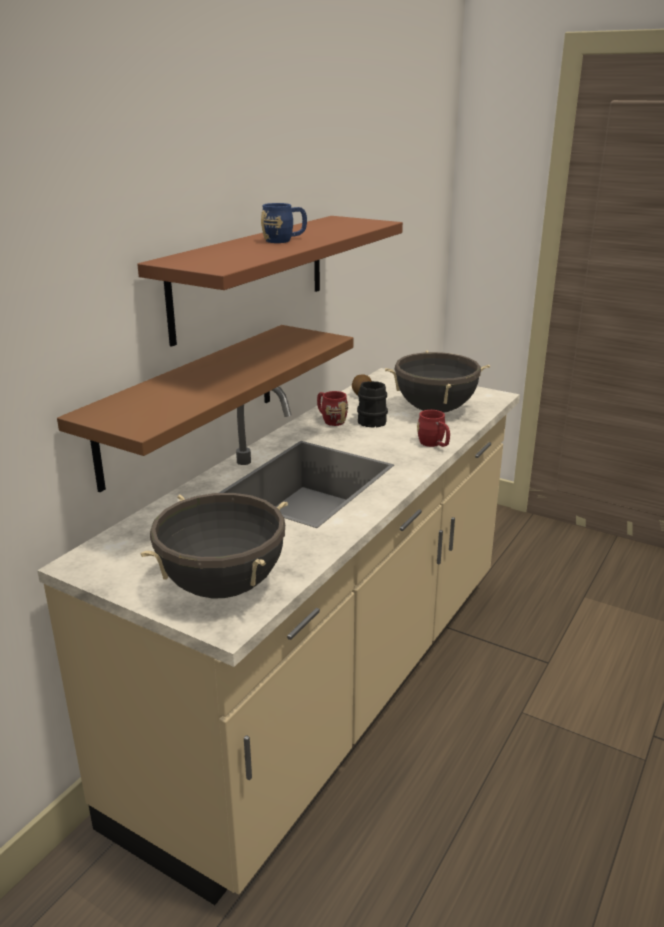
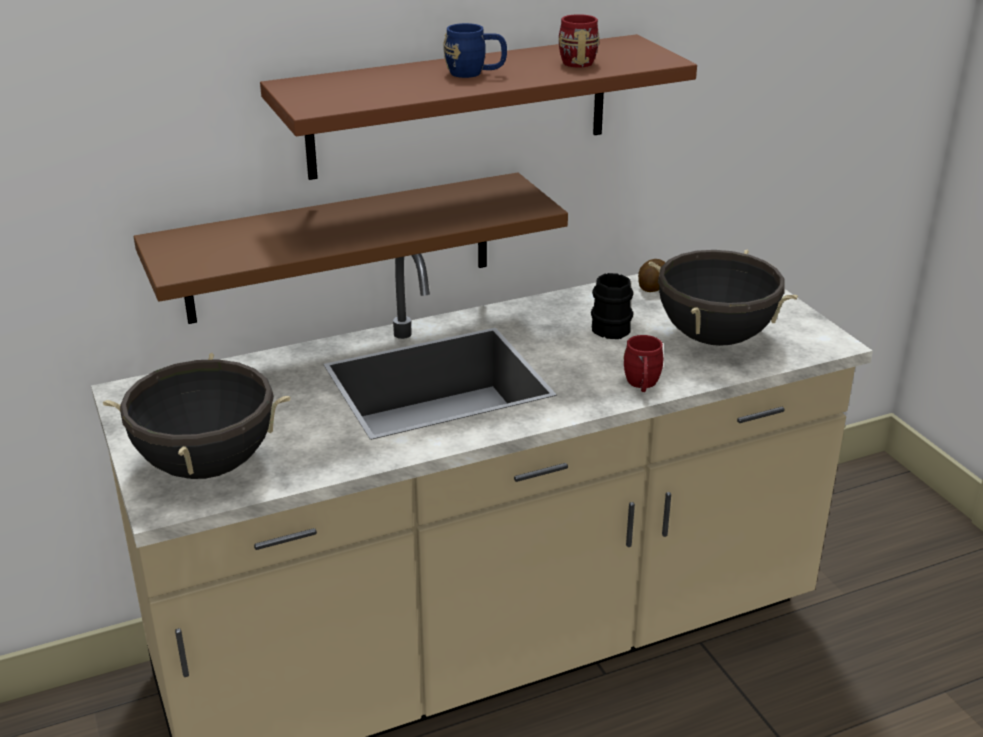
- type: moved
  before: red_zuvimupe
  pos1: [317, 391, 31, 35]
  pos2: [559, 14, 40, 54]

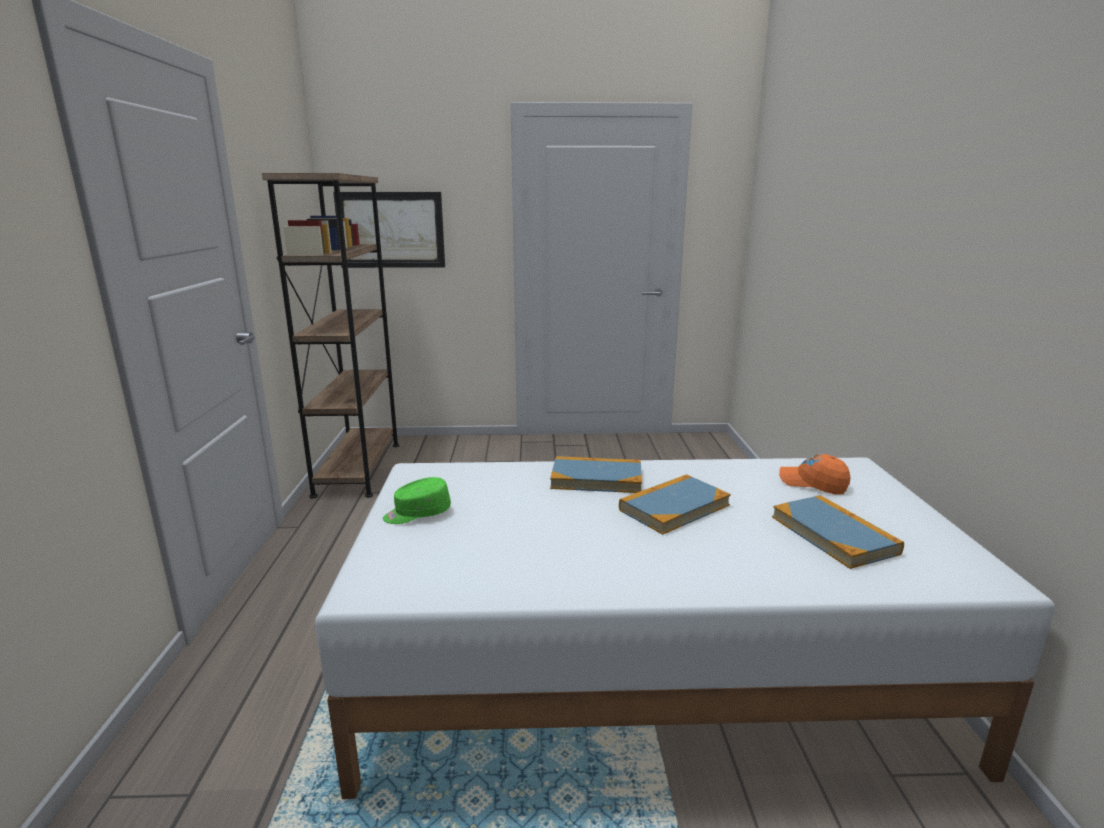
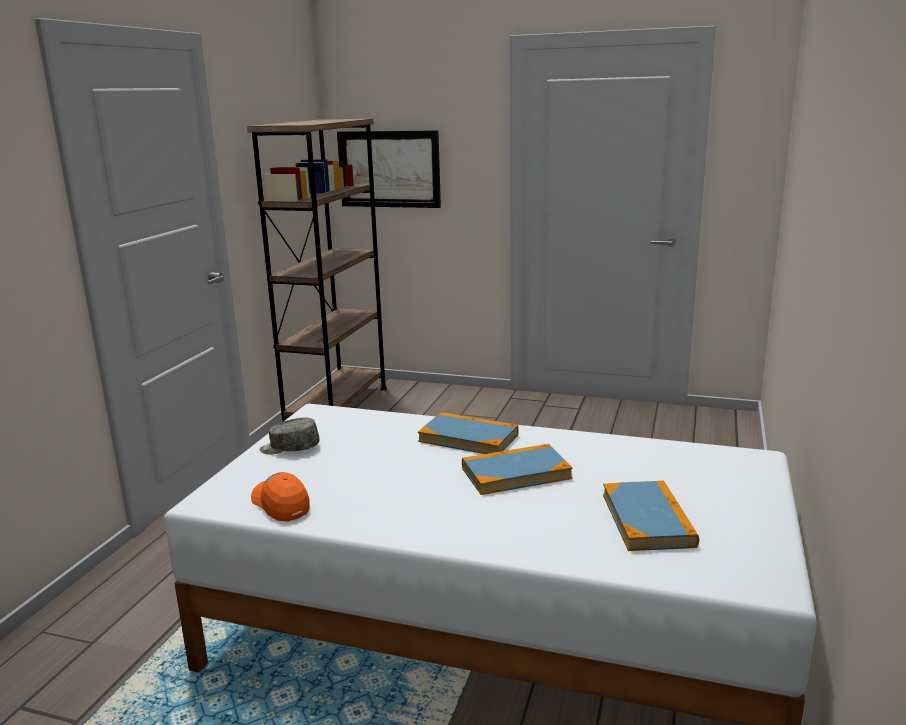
- type: moved
  before: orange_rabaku
  pos1: [779, 454, 72, 41]
  pos2: [251, 472, 58, 50]
- type: recoloured
  before: green_rabaku
  after: grey_rabaku
  pos1: [383, 477, 68, 47]
  pos2: [260, 418, 60, 37]

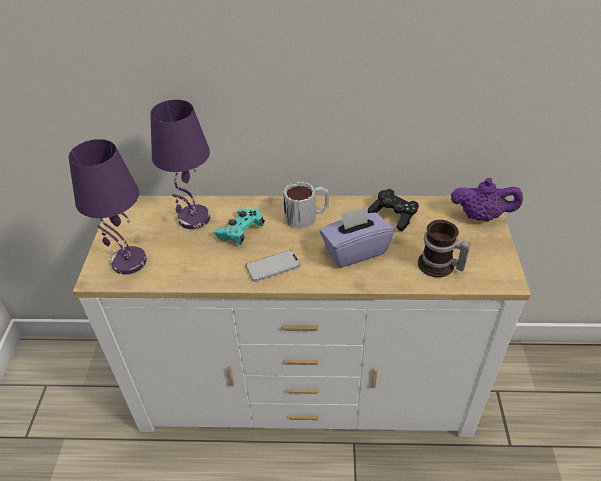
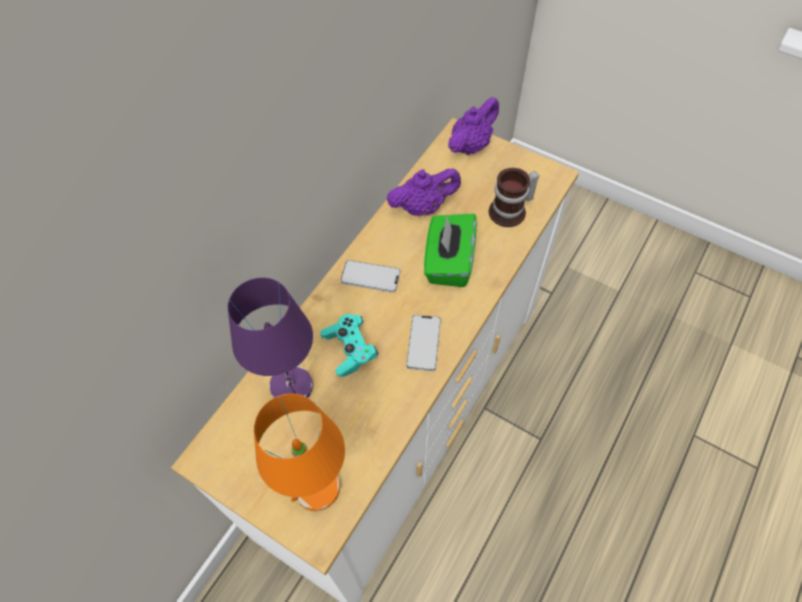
- type: recoloured
  before: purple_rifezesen
  after: orange_rifezesen
  pos1: [68, 139, 79, 135]
  pos2: [254, 394, 91, 117]
- type: replaced
  before: zuvimupe
  after: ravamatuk
  pos1: [283, 181, 45, 48]
  pos2: [340, 260, 60, 32]
- type: replaced
  before: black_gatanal
  after: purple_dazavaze
  pos1: [368, 189, 51, 43]
  pos2: [387, 168, 74, 48]
- type: recoloured
  before: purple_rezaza
  after: green_rezaza
  pos1: [320, 206, 74, 62]
  pos2: [424, 214, 53, 73]

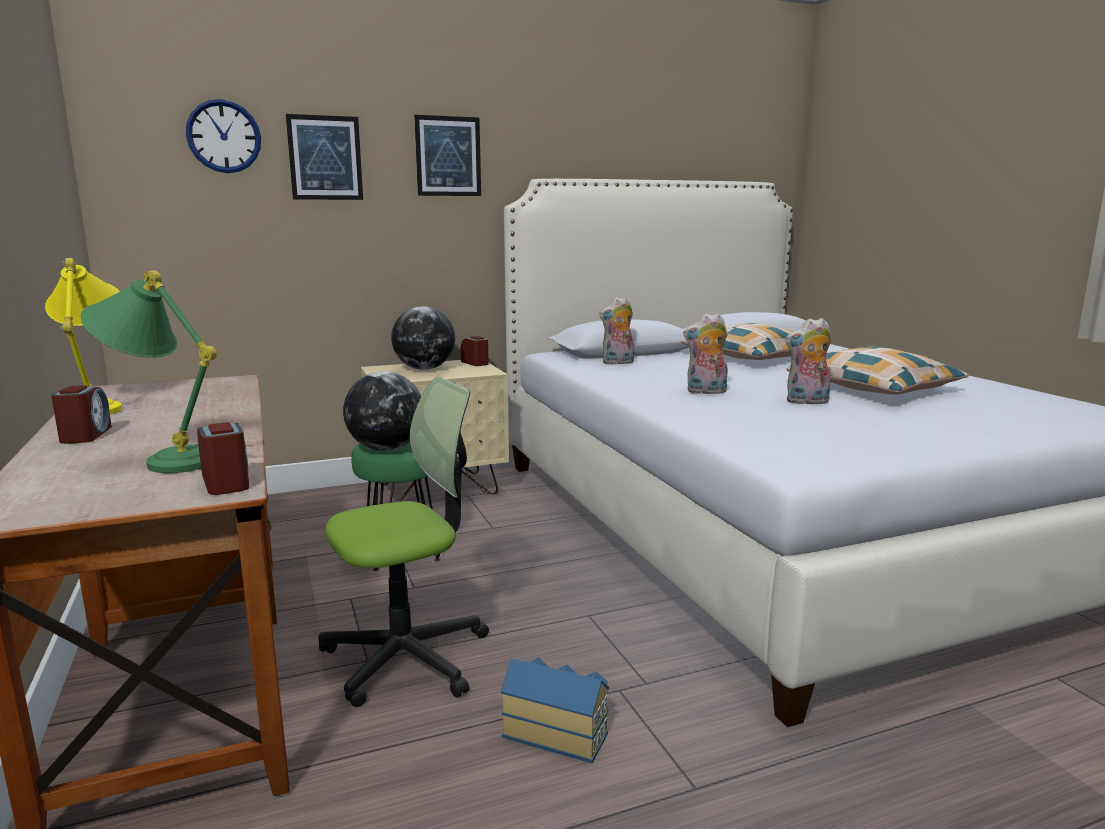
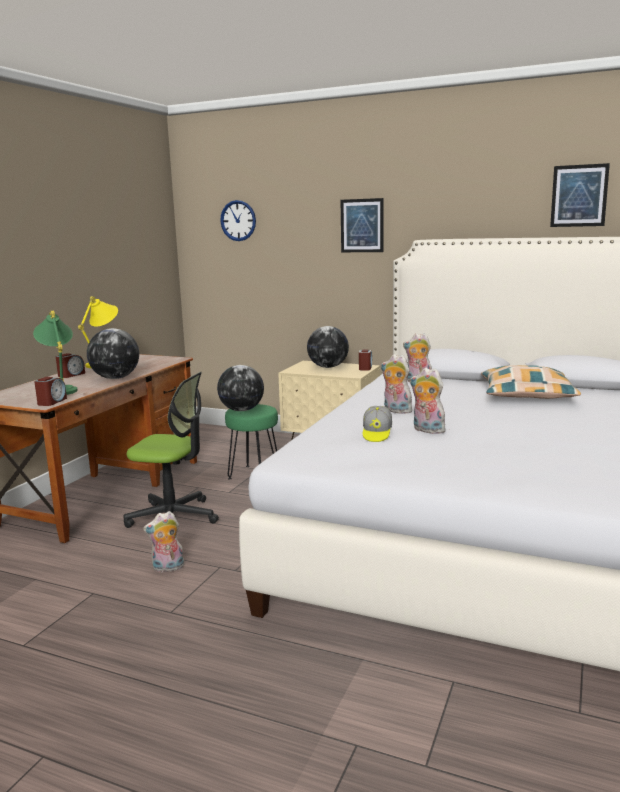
- type: moved
  before: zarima
  pos1: [286, 114, 77, 86]
  pos2: [550, 163, 60, 64]
- type: removed
  before: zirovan
  pos1: [786, 347, 183, 48]
- type: replaced
  before: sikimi
  after: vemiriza
  pos1: [501, 657, 108, 106]
  pos2: [143, 511, 41, 62]
- type: added
  after: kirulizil
  pos2: [87, 328, 52, 51]
- type: added
  after: rabaku
  pos2: [363, 406, 29, 36]

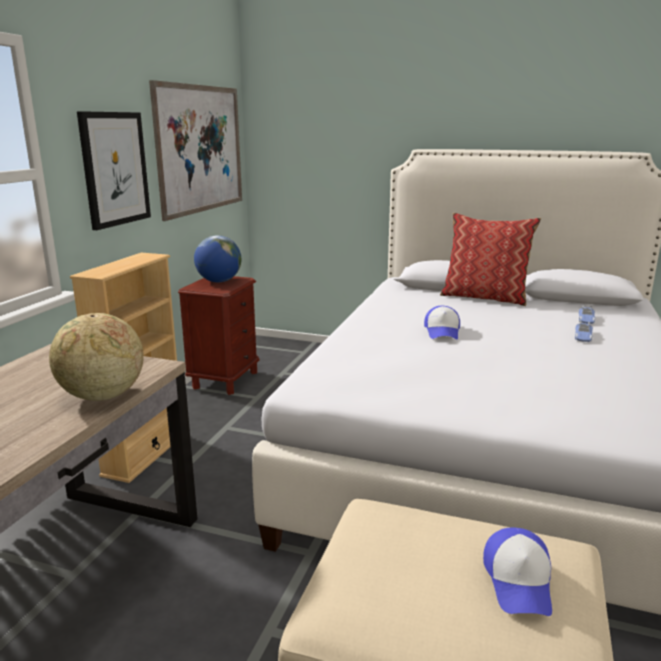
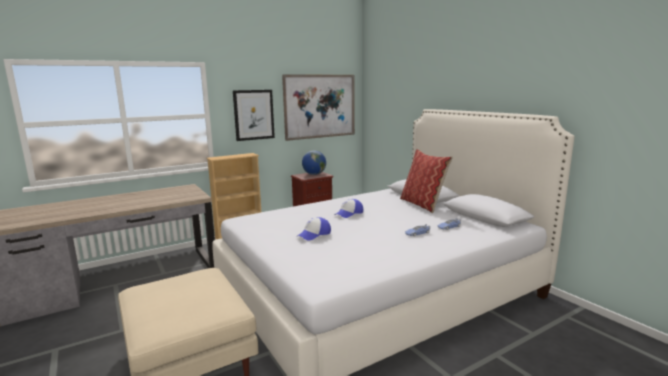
- type: removed
  before: kirulizil
  pos1: [49, 313, 95, 88]
- type: moved
  before: rabaku
  pos1: [483, 527, 69, 89]
  pos2: [297, 217, 34, 24]

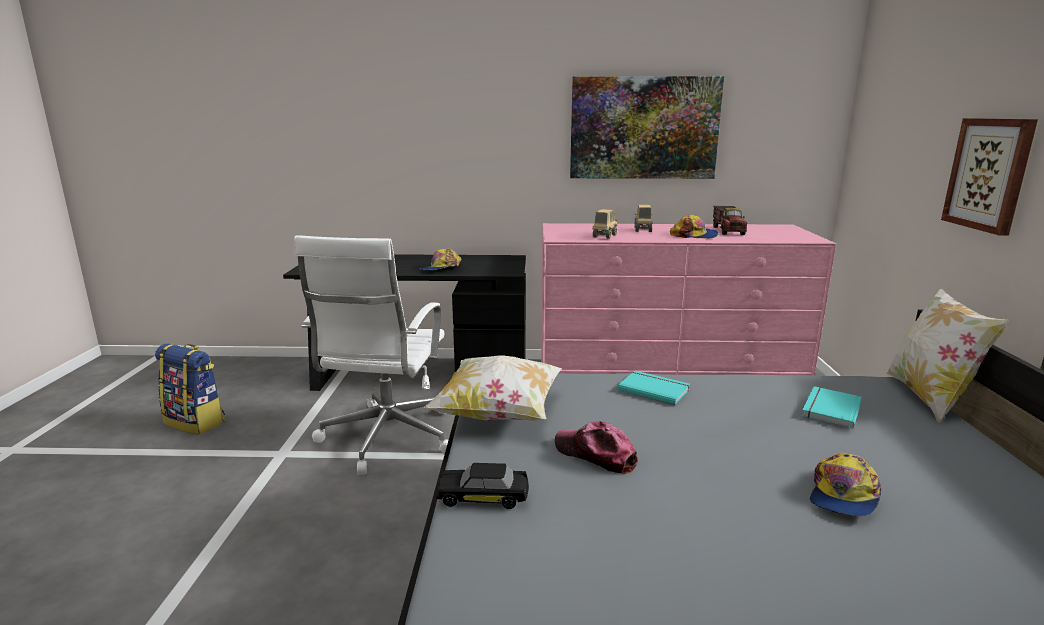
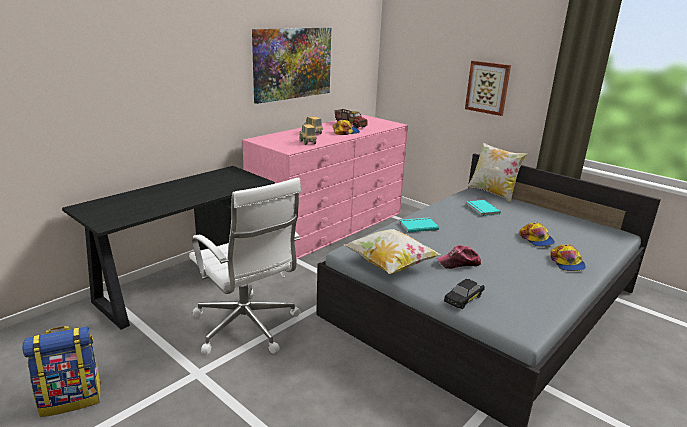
- type: moved
  before: rabaku
  pos1: [420, 249, 41, 21]
  pos2: [550, 244, 36, 27]

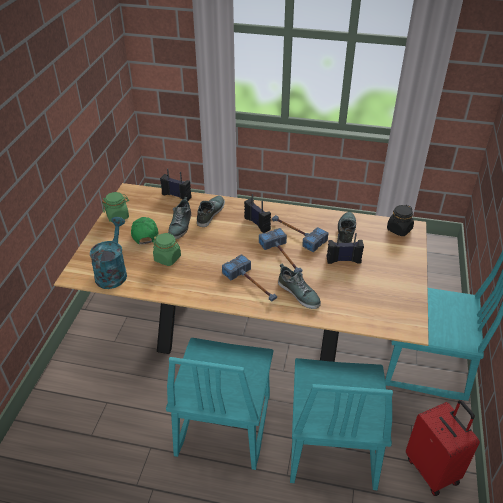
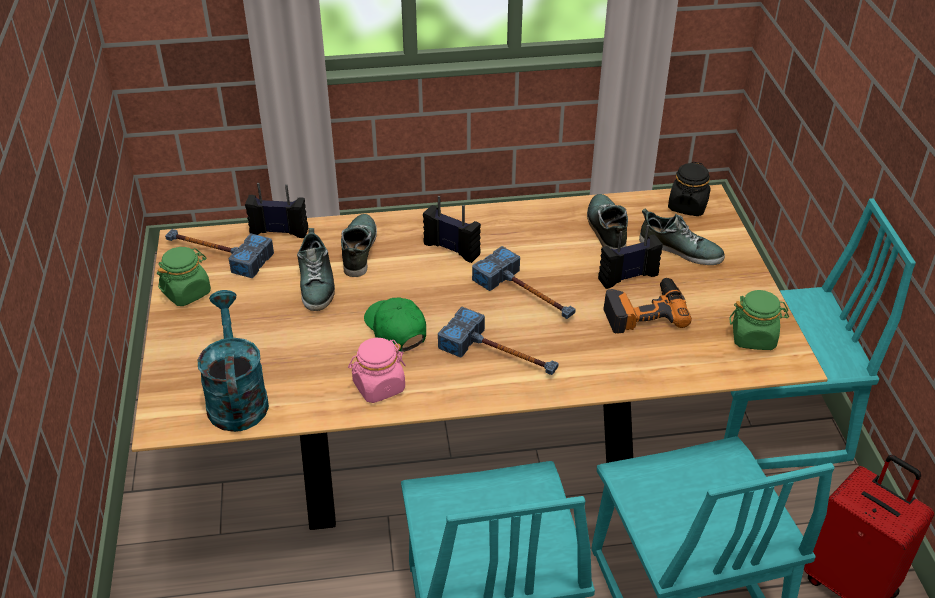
- type: moved
  before: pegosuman
  pos1: [272, 215, 56, 37]
  pos2: [165, 229, 109, 49]
- type: moved
  before: green_rabaku
  pos1: [131, 217, 28, 27]
  pos2: [364, 297, 62, 55]
- type: moved
  before: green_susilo
  pos1: [153, 233, 28, 33]
  pos2: [729, 290, 60, 60]
- type: moved
  before: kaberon
  pos1: [278, 264, 43, 45]
  pos2: [639, 208, 86, 57]
- type: added
  after: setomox
  pos2: [603, 278, 89, 55]
- type: added
  after: pink_susilo
  pos2: [348, 338, 58, 65]

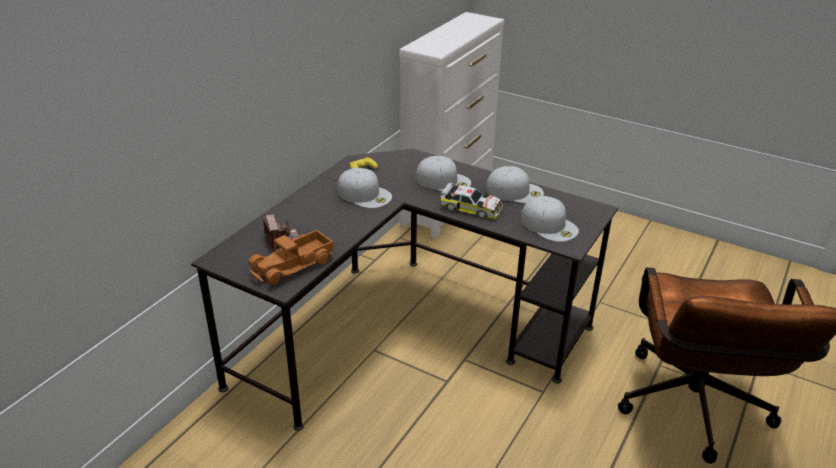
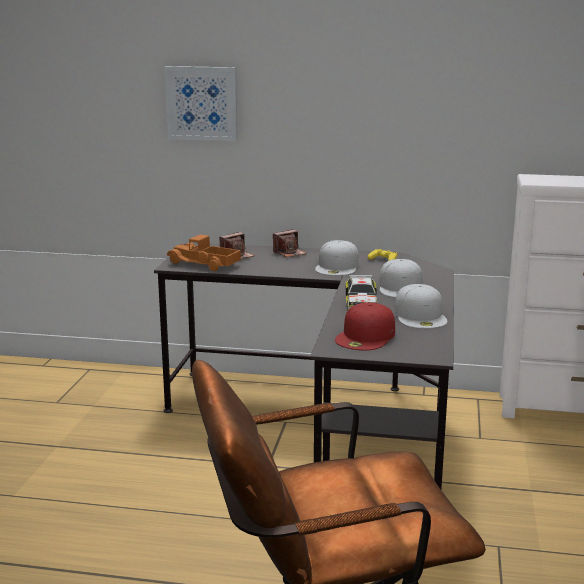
- type: recoloured
  before: white_rabaku
  after: red_rabaku
  pos1: [521, 196, 58, 46]
  pos2: [335, 302, 60, 49]
- type: added
  after: zarima
  pos2: [164, 66, 74, 75]
- type: added
  after: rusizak
  pos2: [273, 229, 34, 28]

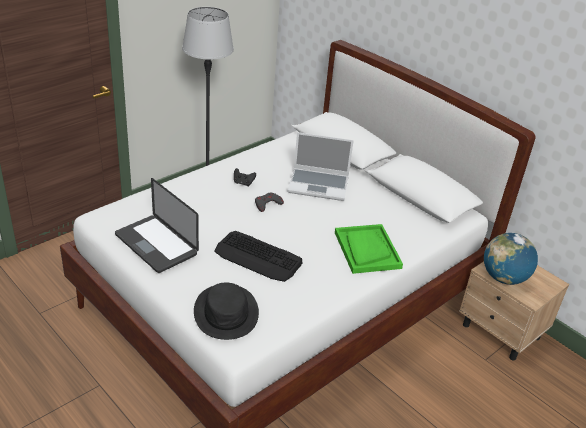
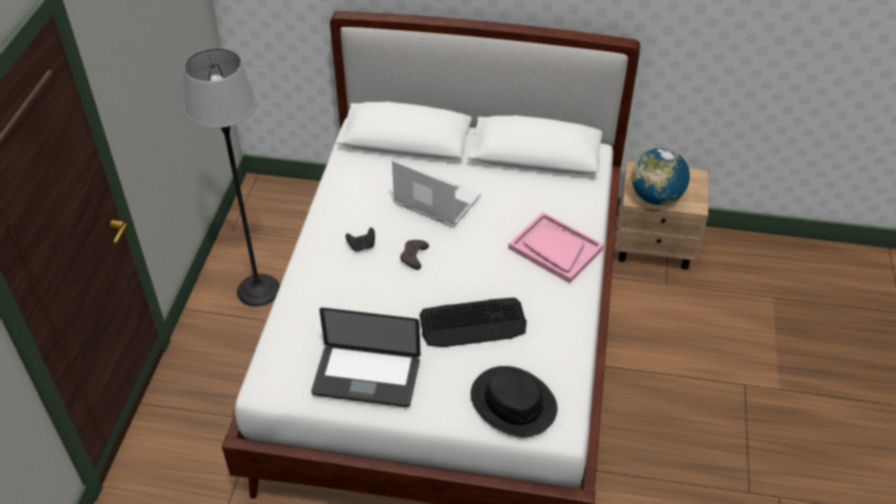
- type: turned
  before: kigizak
  pos1: [287, 132, 67, 69]
  pos2: [392, 160, 89, 67]
  turn: -120
- type: recoloured
  before: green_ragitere
  after: pink_ragitere
  pos1: [335, 224, 68, 50]
  pos2: [508, 212, 96, 71]

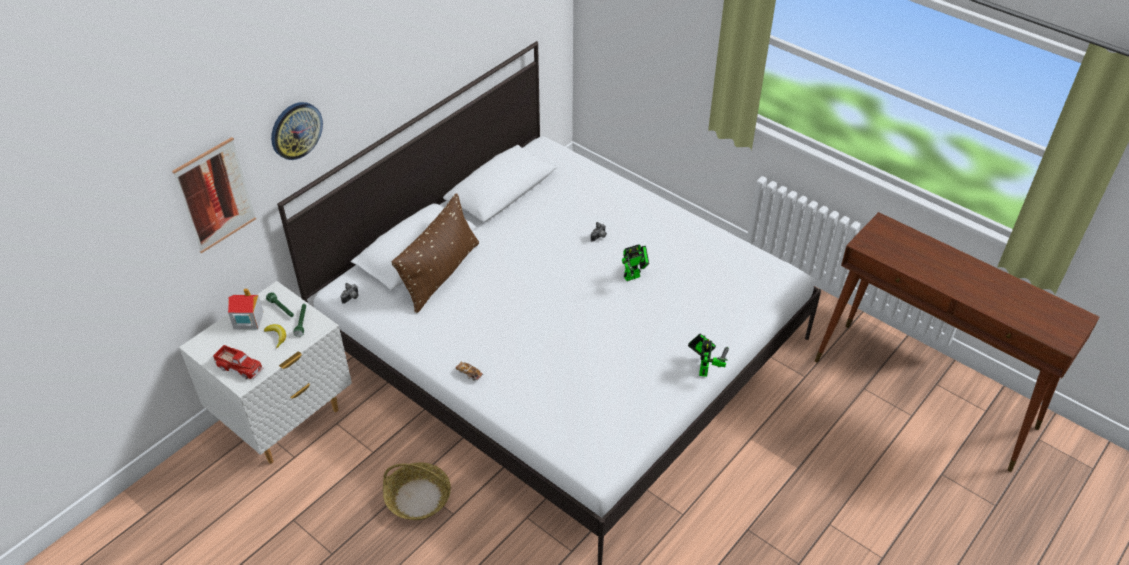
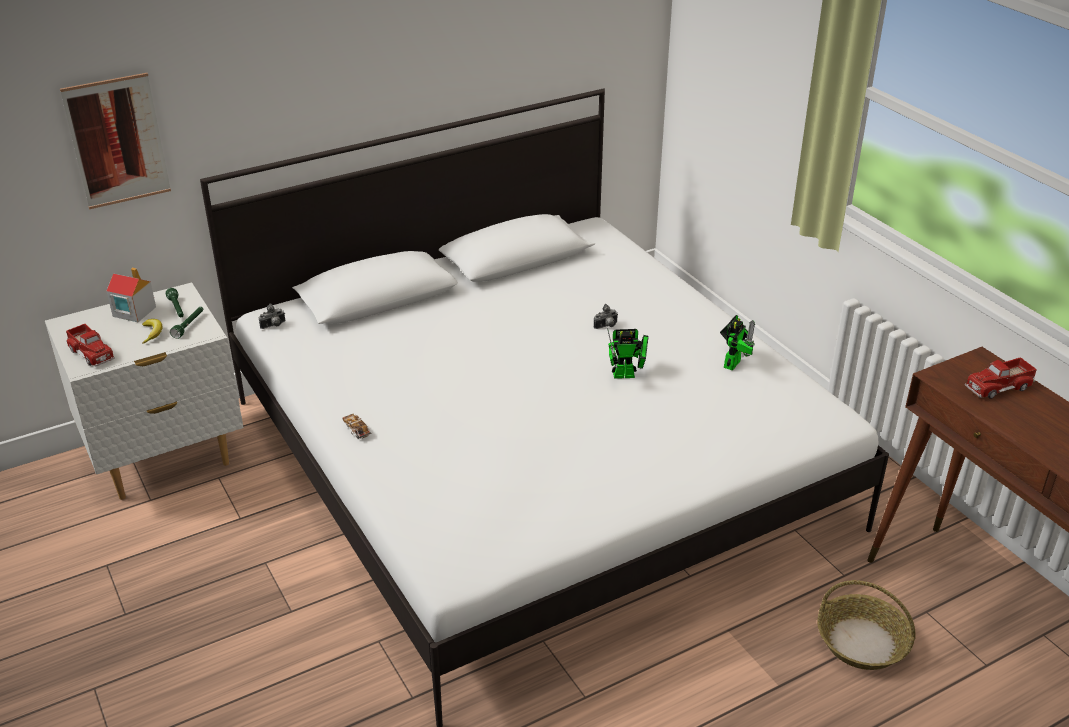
- type: removed
  before: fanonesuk
  pos1: [271, 102, 52, 58]
- type: removed
  before: brown_zirovan
  pos1: [392, 193, 87, 120]
- type: moved
  before: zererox
  pos1: [688, 333, 41, 44]
  pos2: [720, 315, 35, 56]
- type: moved
  before: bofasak
  pos1: [383, 462, 68, 58]
  pos2: [818, 580, 97, 90]
- type: added
  after: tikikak
  pos2: [965, 357, 72, 42]

